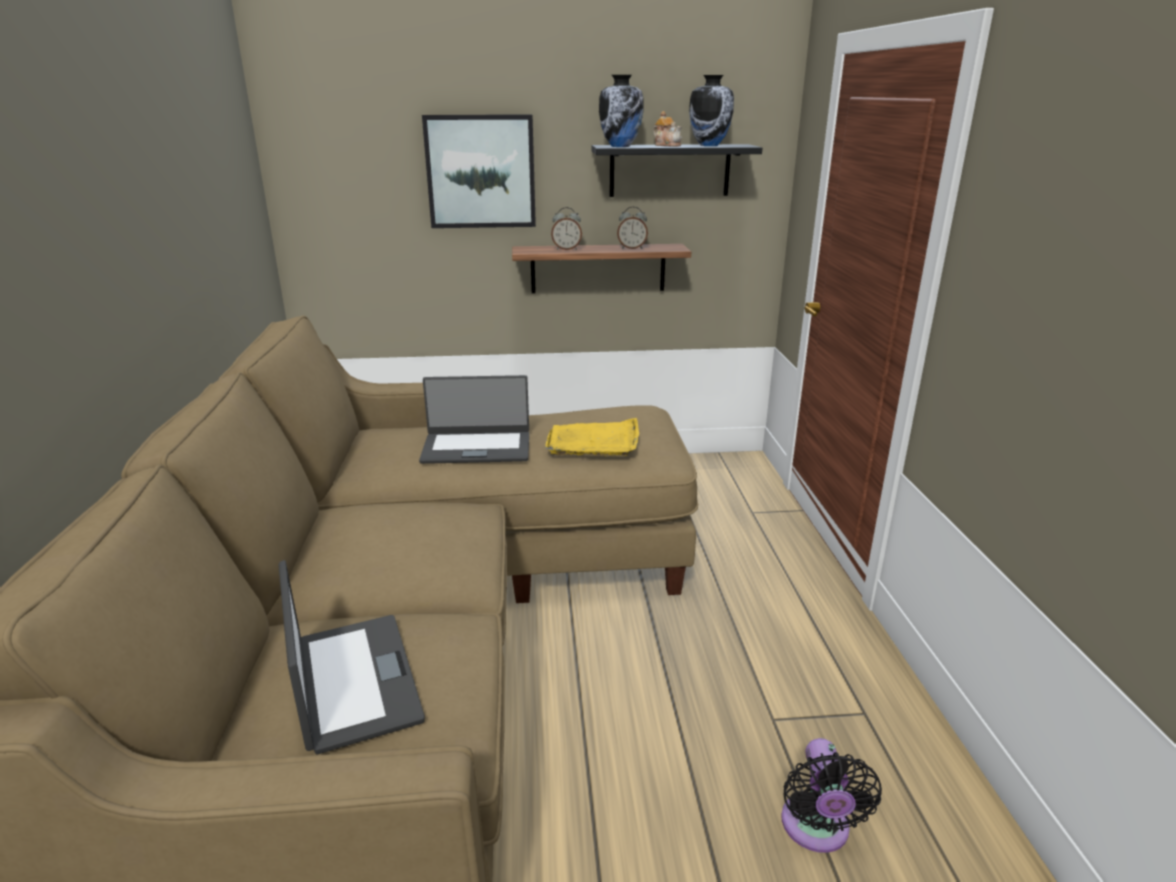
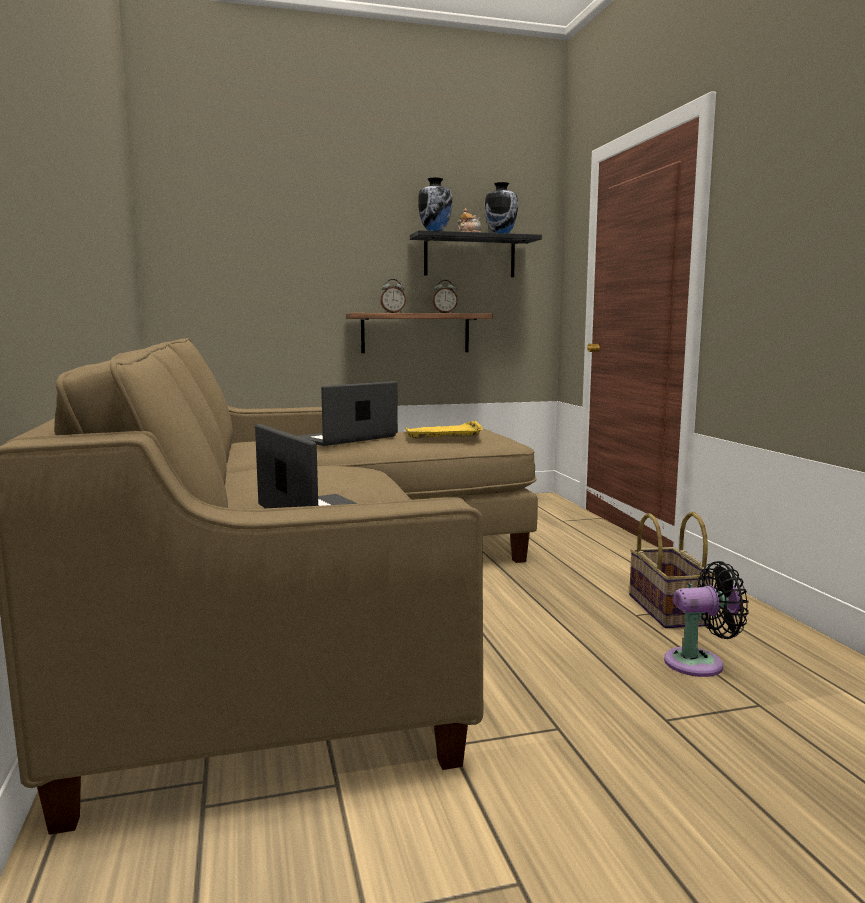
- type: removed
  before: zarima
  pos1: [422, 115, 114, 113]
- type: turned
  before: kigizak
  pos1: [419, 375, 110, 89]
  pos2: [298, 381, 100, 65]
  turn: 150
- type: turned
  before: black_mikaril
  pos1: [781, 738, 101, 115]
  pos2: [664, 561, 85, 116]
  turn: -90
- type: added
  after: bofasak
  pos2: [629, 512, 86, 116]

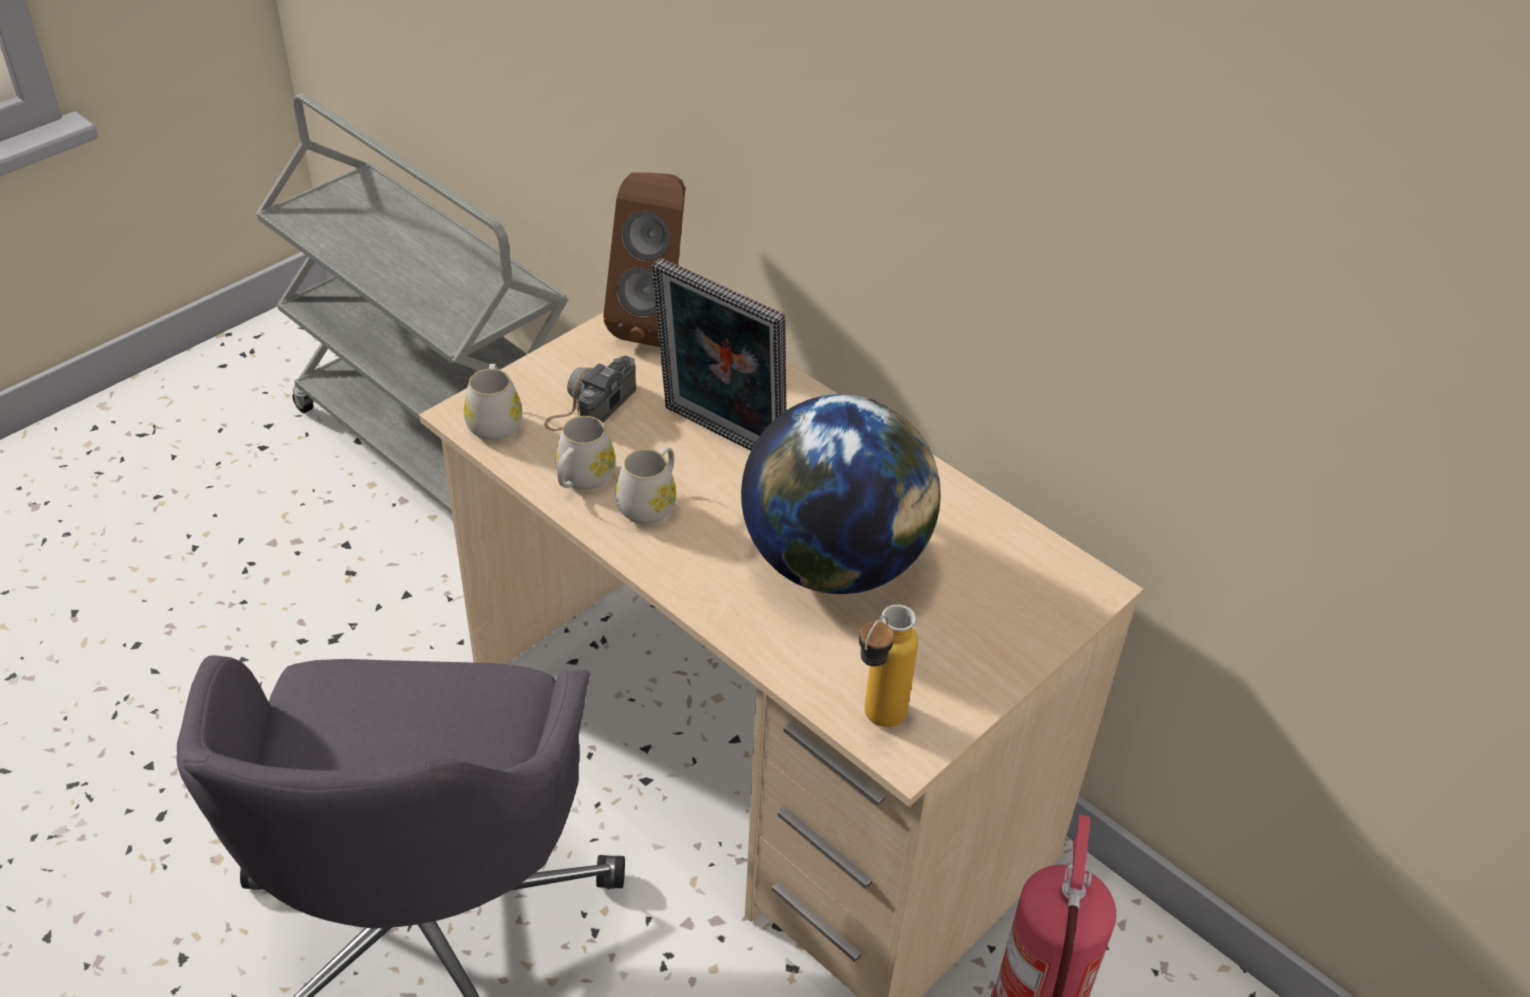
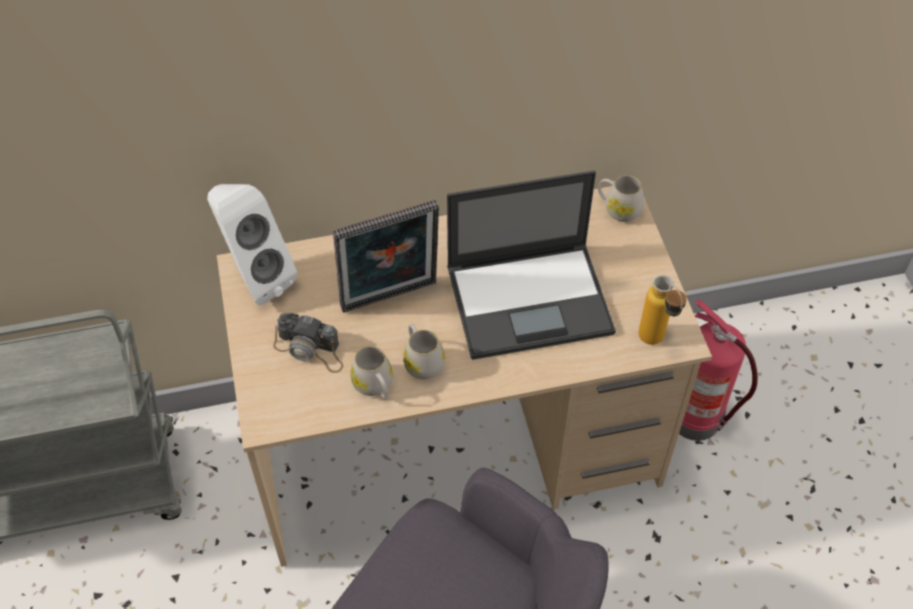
- type: recoloured
  before: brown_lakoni
  after: white_lakoni
  pos1: [604, 172, 81, 175]
  pos2: [207, 184, 90, 121]
- type: turned
  before: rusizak
  pos1: [544, 355, 92, 76]
  pos2: [273, 313, 70, 60]
  turn: -45
- type: moved
  before: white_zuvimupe
  pos1: [464, 364, 58, 77]
  pos2: [598, 175, 46, 47]
- type: replaced
  before: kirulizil
  after: kigizak
  pos1: [741, 394, 200, 200]
  pos2: [447, 171, 169, 189]

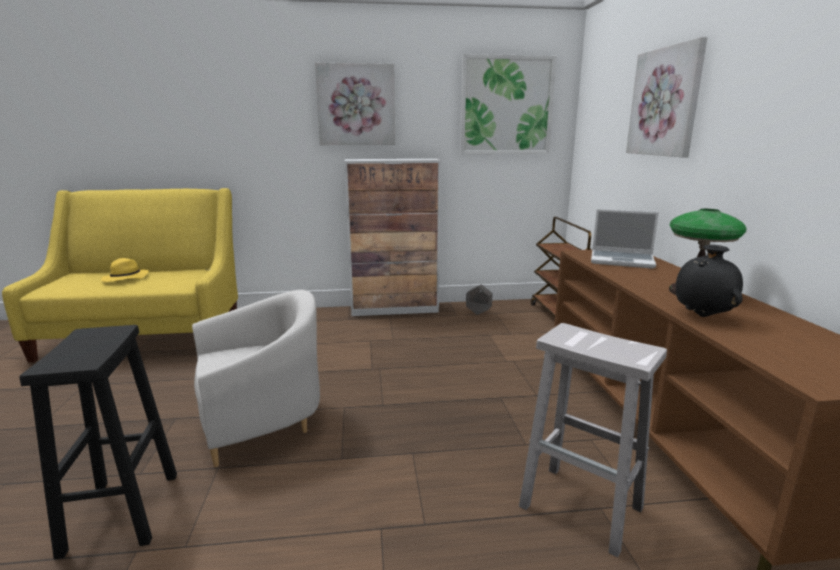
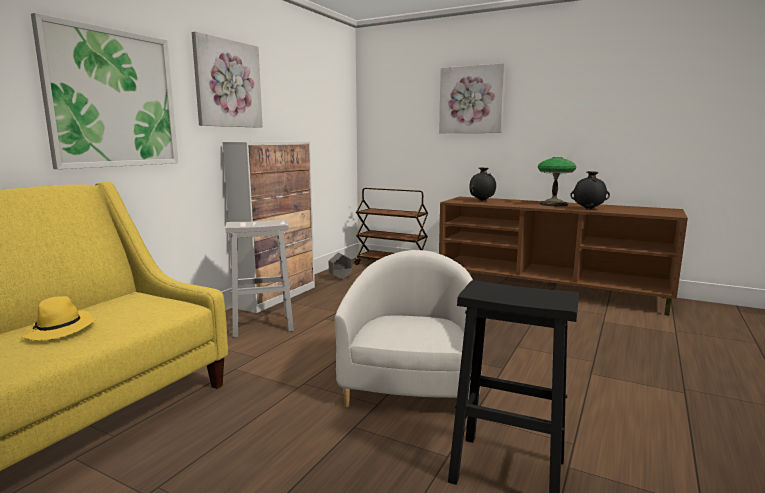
- type: moved
  before: zarima
  pos1: [460, 54, 97, 100]
  pos2: [31, 13, 147, 156]
- type: replaced
  before: kigizak
  after: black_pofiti
  pos1: [591, 209, 68, 60]
  pos2: [470, 167, 26, 34]
- type: moved
  before: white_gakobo
  pos1: [519, 323, 148, 234]
  pos2: [225, 219, 69, 119]

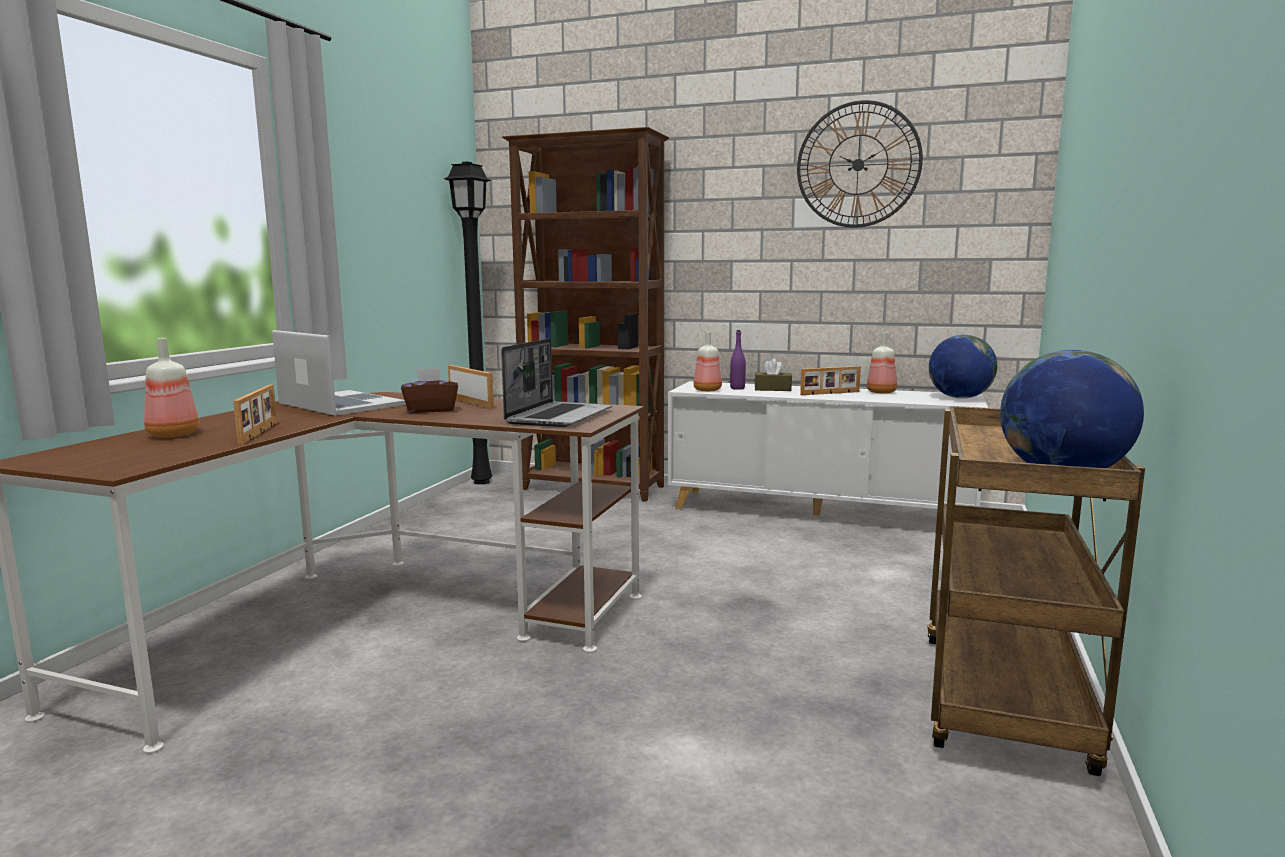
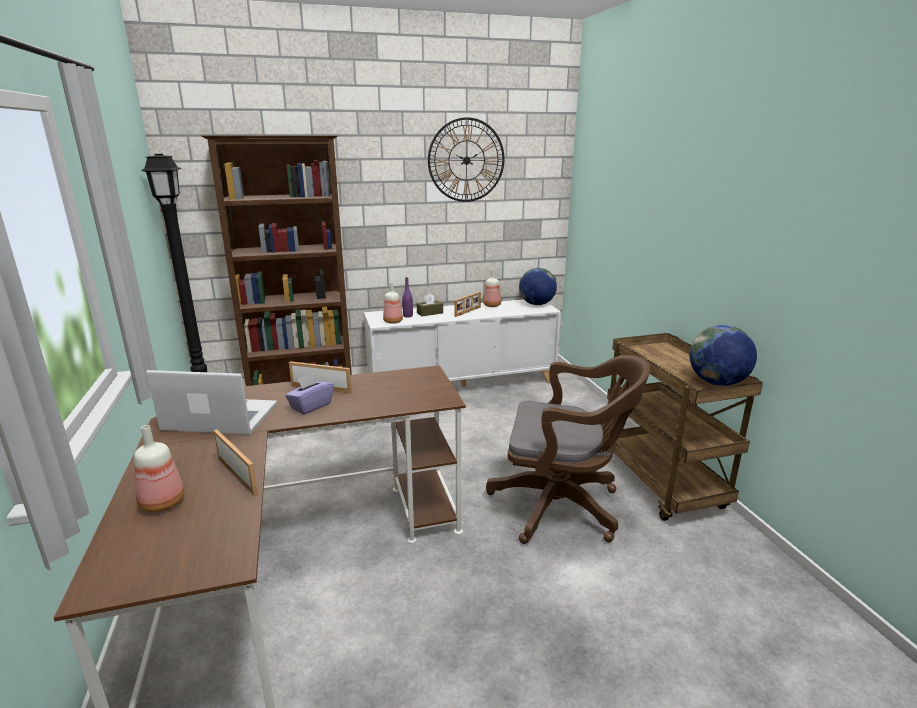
- type: removed
  before: kigizak
  pos1: [501, 338, 111, 89]
- type: recoloured
  before: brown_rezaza
  after: purple_rezaza
  pos1: [401, 368, 57, 45]
  pos2: [285, 373, 49, 42]
- type: added
  after: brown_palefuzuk
  pos2: [486, 355, 165, 189]

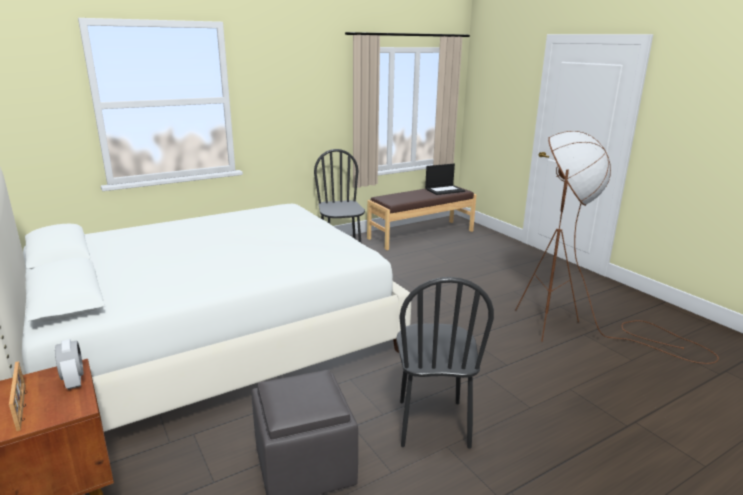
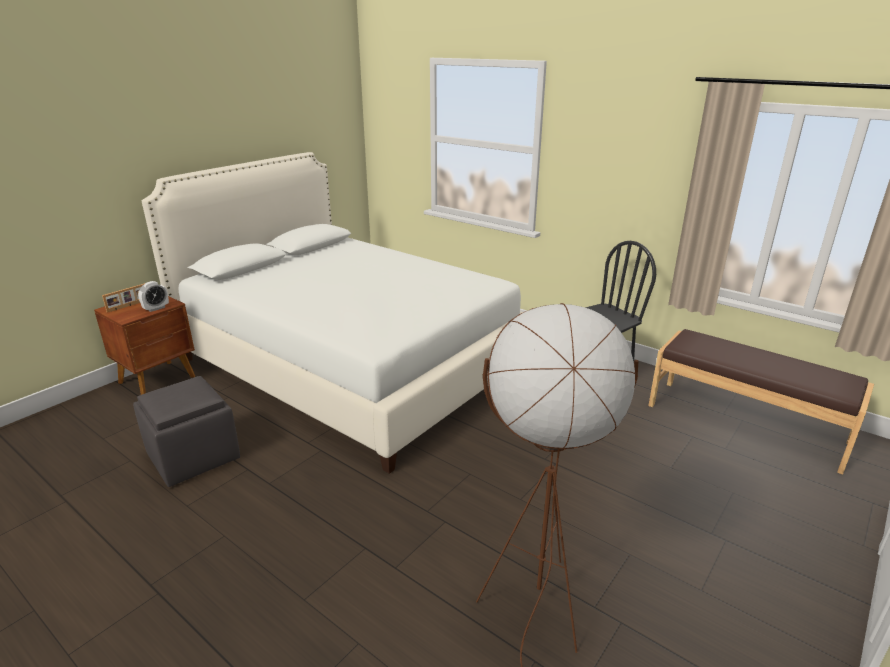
- type: removed
  before: kigizak
  pos1: [425, 164, 40, 31]
- type: removed
  before: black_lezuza
  pos1: [396, 277, 98, 172]

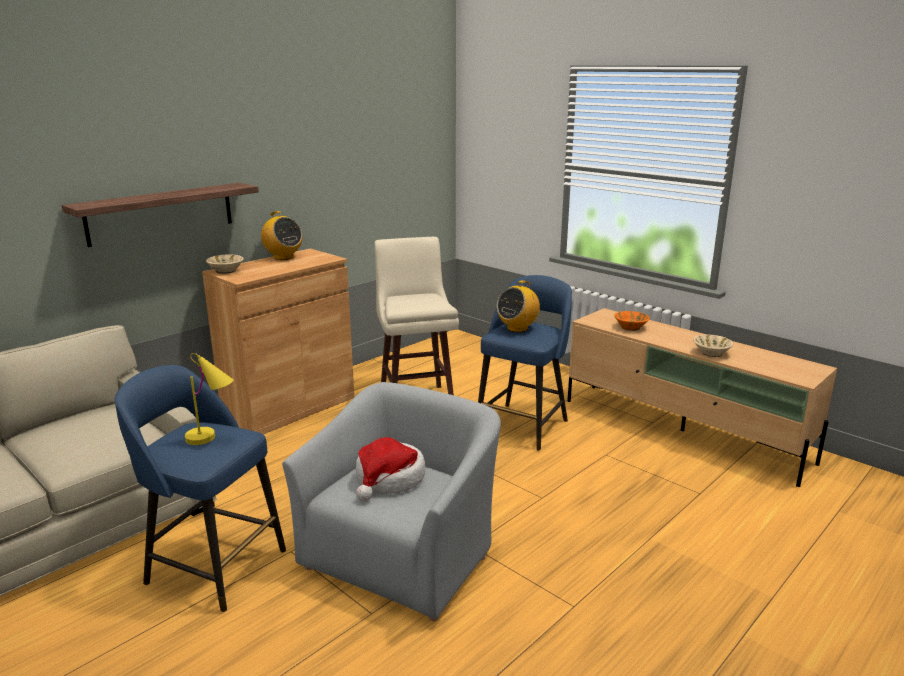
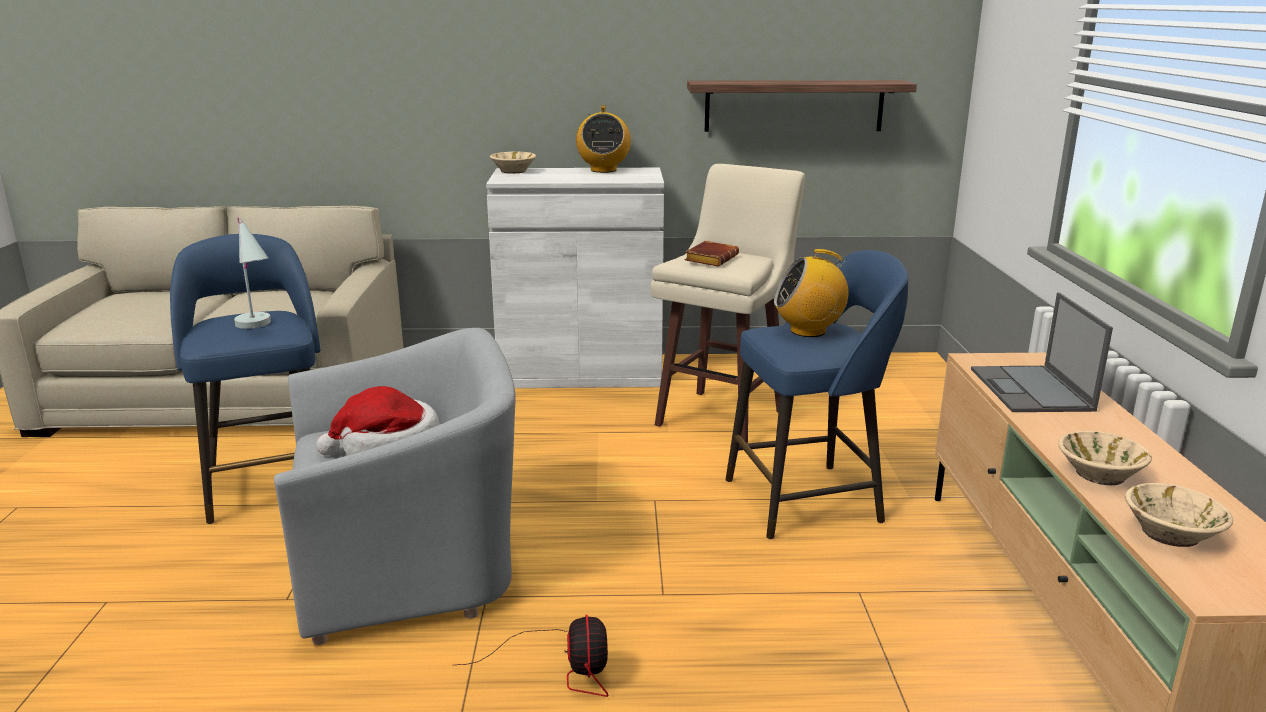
- type: moved
  before: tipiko
  pos1: [62, 183, 197, 64]
  pos2: [687, 80, 230, 52]
- type: recoloured
  before: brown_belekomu
  after: white_belekomu
  pos1: [202, 248, 152, 186]
  pos2: [486, 168, 178, 220]
- type: replaced
  before: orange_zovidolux
  after: kigizak
  pos1: [614, 311, 36, 20]
  pos2: [971, 292, 142, 120]
- type: recoloured
  before: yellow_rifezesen
  after: white_rifezesen
  pos1: [185, 353, 49, 92]
  pos2: [234, 217, 37, 112]
- type: added
  after: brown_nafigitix
  pos2: [685, 241, 54, 26]
- type: added
  after: beige_zovidolux
  pos2: [1125, 483, 108, 64]
- type: added
  after: mikaril
  pos2: [456, 615, 153, 82]

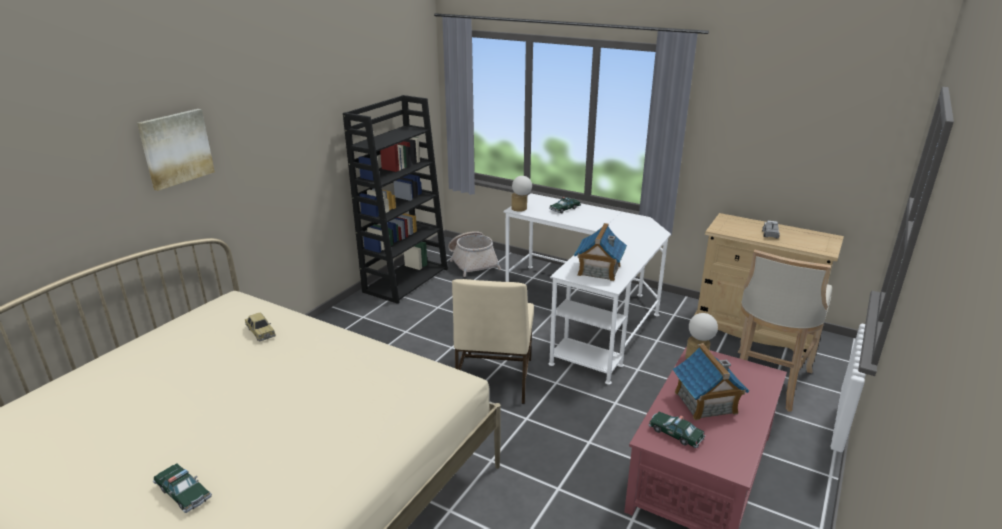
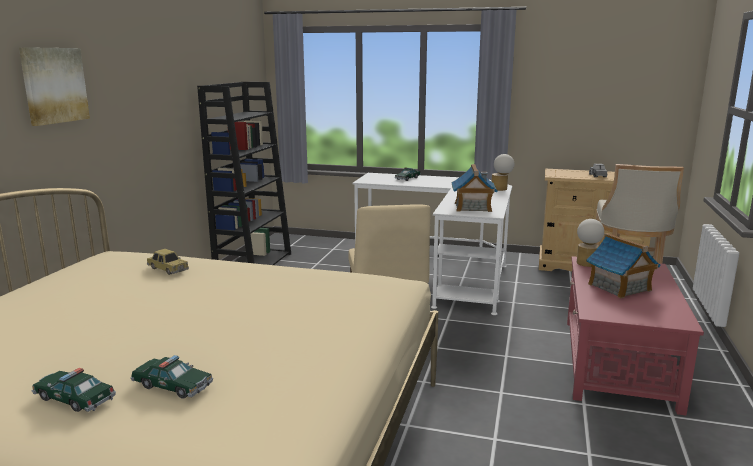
- type: moved
  before: rifezesen
  pos1: [511, 176, 21, 36]
  pos2: [491, 154, 23, 37]
- type: removed
  before: bofasak
  pos1: [448, 231, 53, 46]
- type: moved
  before: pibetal
  pos1: [648, 412, 57, 36]
  pos2: [32, 368, 84, 44]

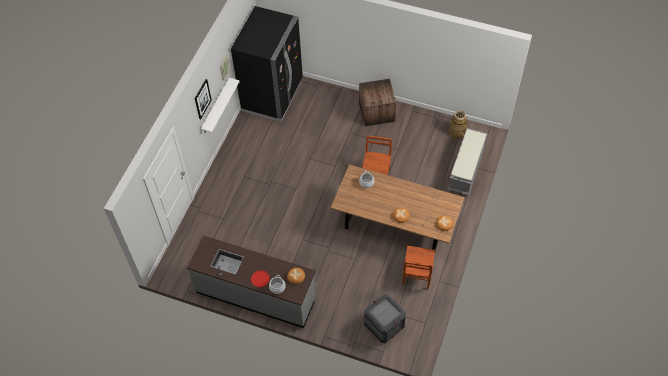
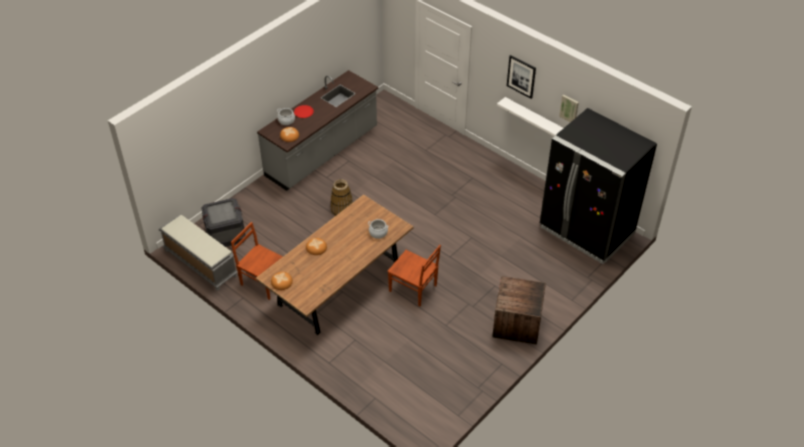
- type: moved
  before: bofasak
  pos1: [448, 111, 19, 29]
  pos2: [331, 179, 21, 37]
- type: moved
  before: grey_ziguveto
  pos1: [448, 128, 40, 69]
  pos2: [158, 215, 80, 76]

